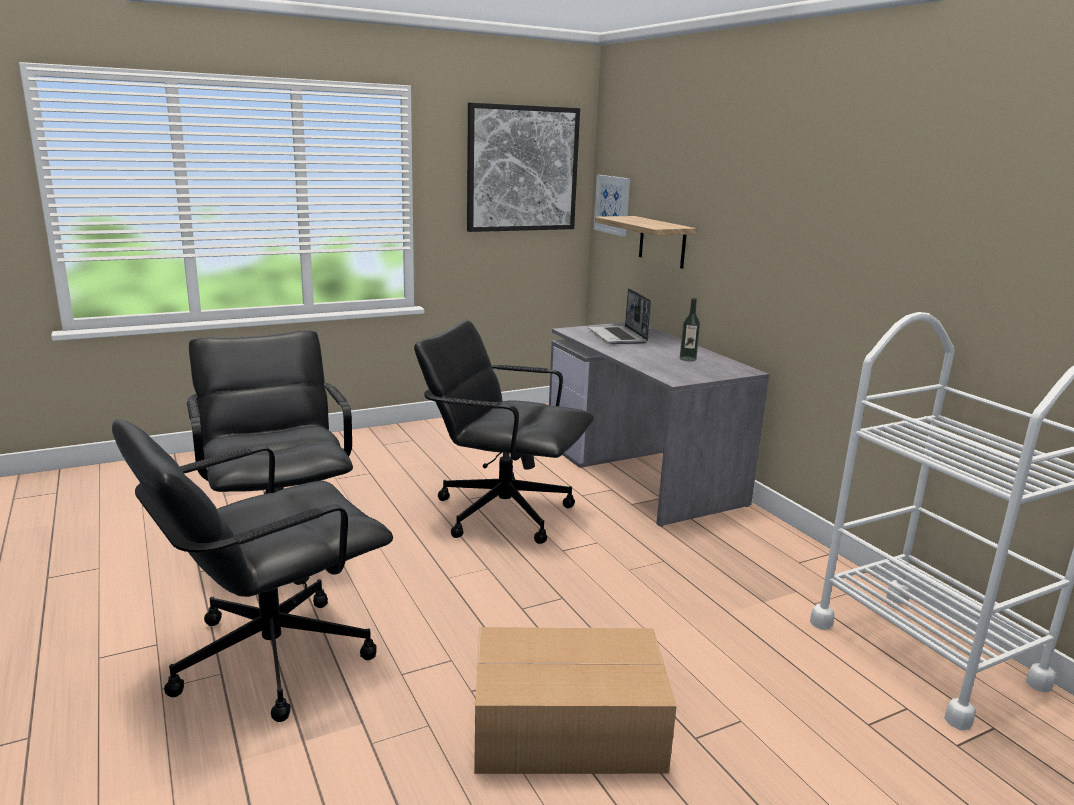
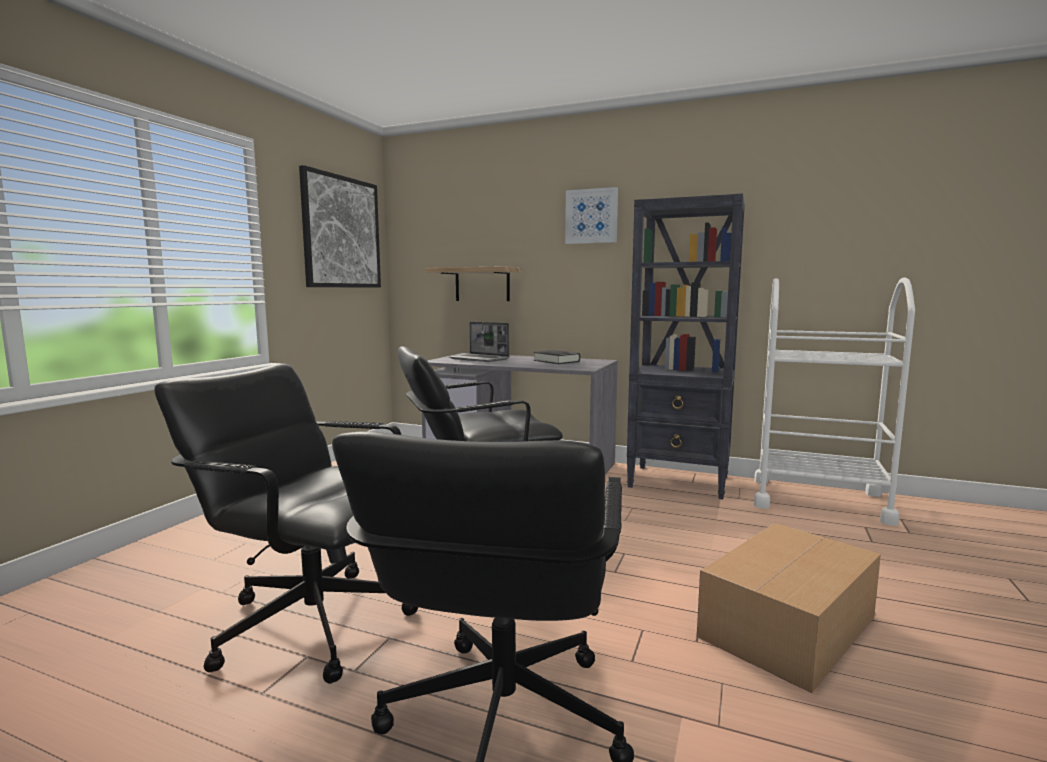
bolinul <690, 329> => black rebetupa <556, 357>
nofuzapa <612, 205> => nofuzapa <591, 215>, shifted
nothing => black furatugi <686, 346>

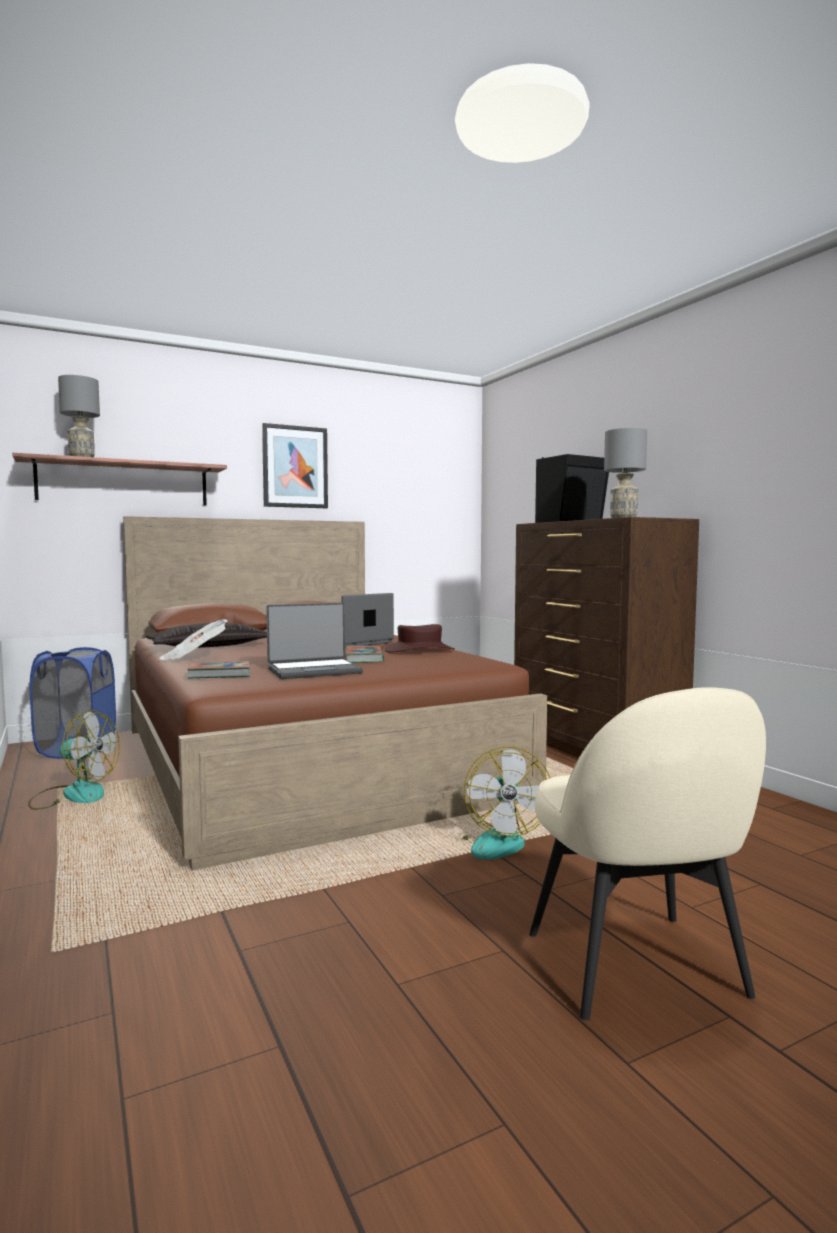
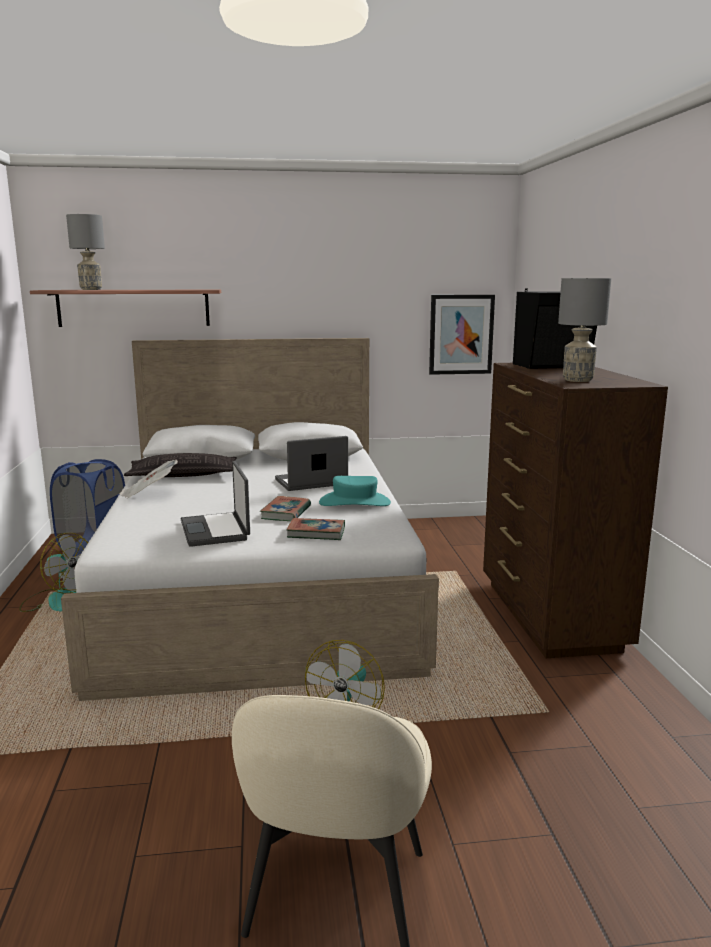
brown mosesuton <335, 693> => white mosesuton <250, 519>
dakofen <314, 641> => dakofen <215, 504>, 75 degrees clockwise
rebetupa <218, 670> => rebetupa <315, 529>, shifted
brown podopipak <419, 638> => turquoise podopipak <355, 491>
nofuzapa <295, 465> => nofuzapa <462, 335>, shifted

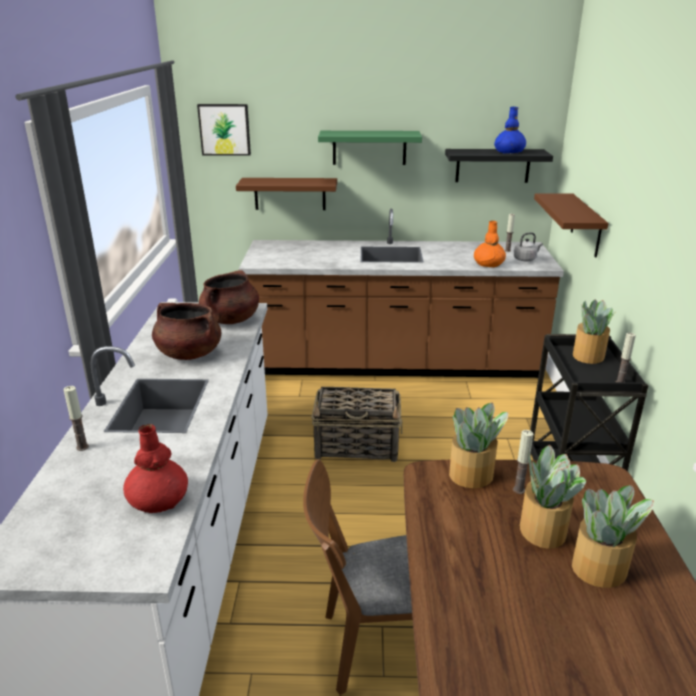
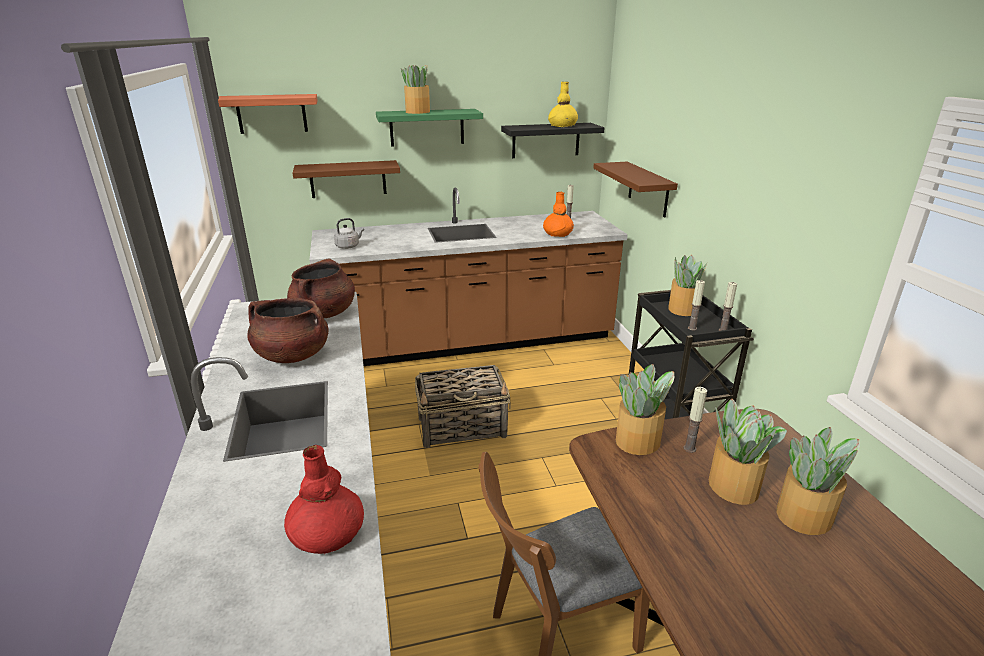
nofuzapa <224, 130> => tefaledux <268, 114>
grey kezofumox <528, 246> => grey kezofumox <349, 233>, shifted
nothing => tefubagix <415, 89>
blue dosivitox <510, 130> => yellow dosivitox <563, 104>
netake <76, 418> => netake <696, 305>, shifted

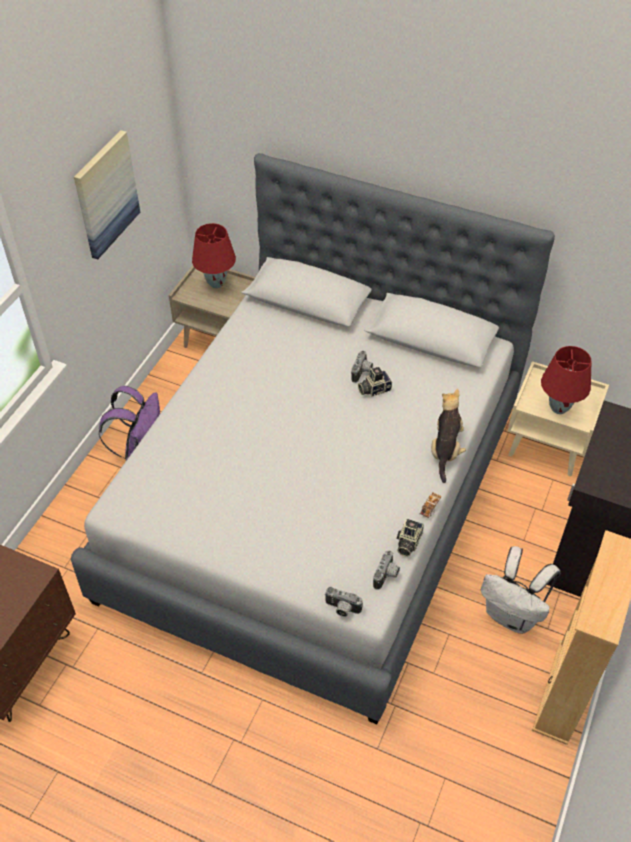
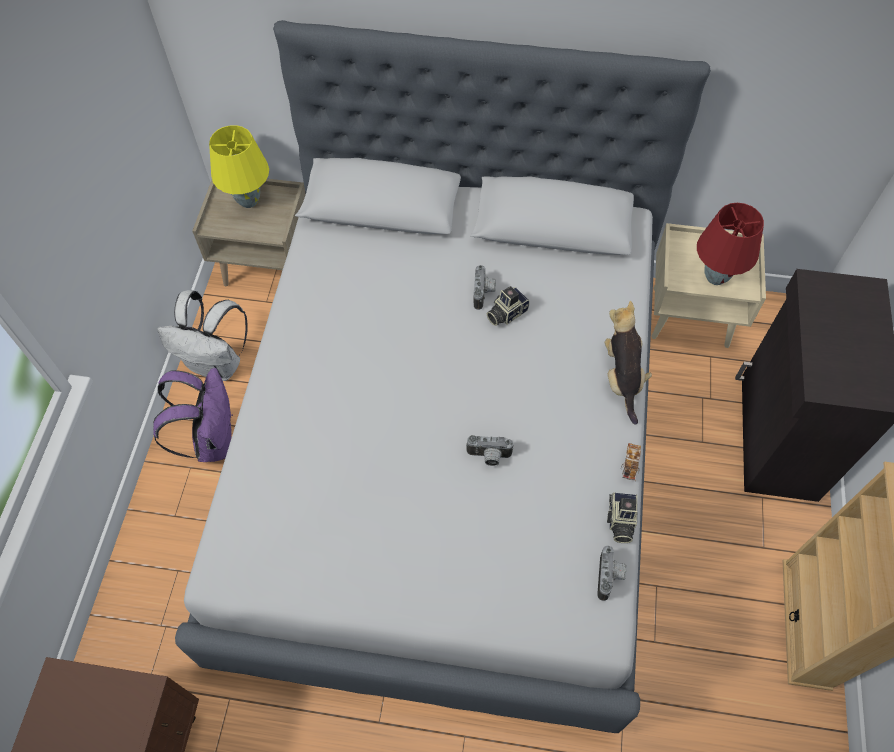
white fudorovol <521, 590> => white fudorovol <202, 335>, shifted
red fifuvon <214, 255> => yellow fifuvon <239, 166>
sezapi <344, 602> => sezapi <490, 450>, shifted
nofuzapa <107, 194> => nothing

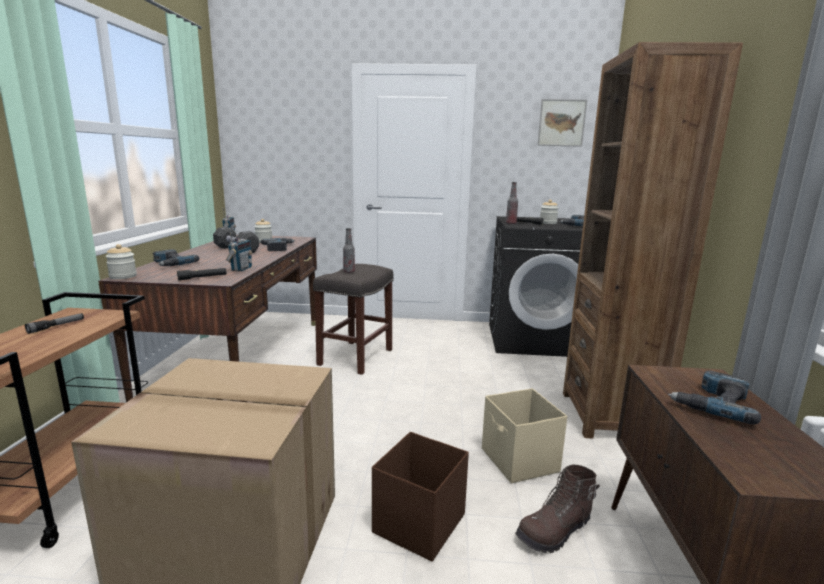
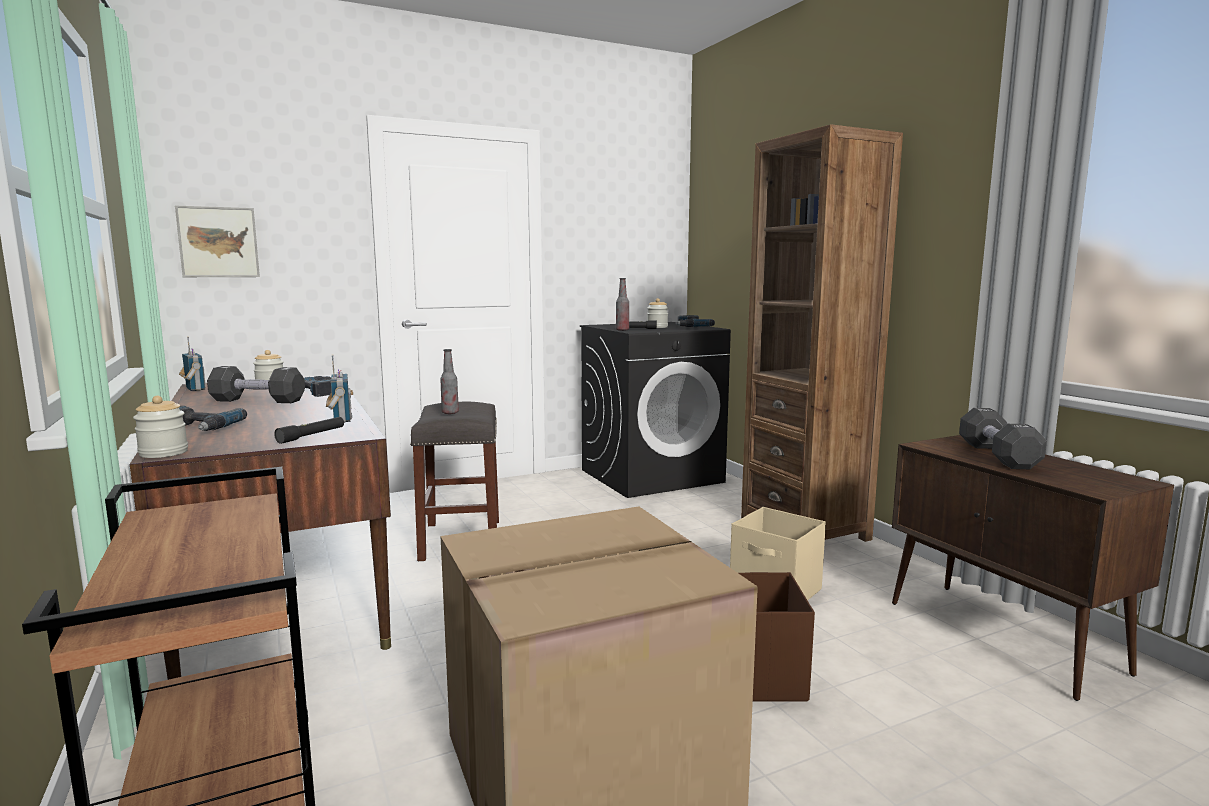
nofuzapa <562, 123> => nofuzapa <217, 241>, shifted
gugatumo <714, 397> => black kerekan <1003, 438>
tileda <54, 323> => nothing
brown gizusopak <557, 509> => nothing

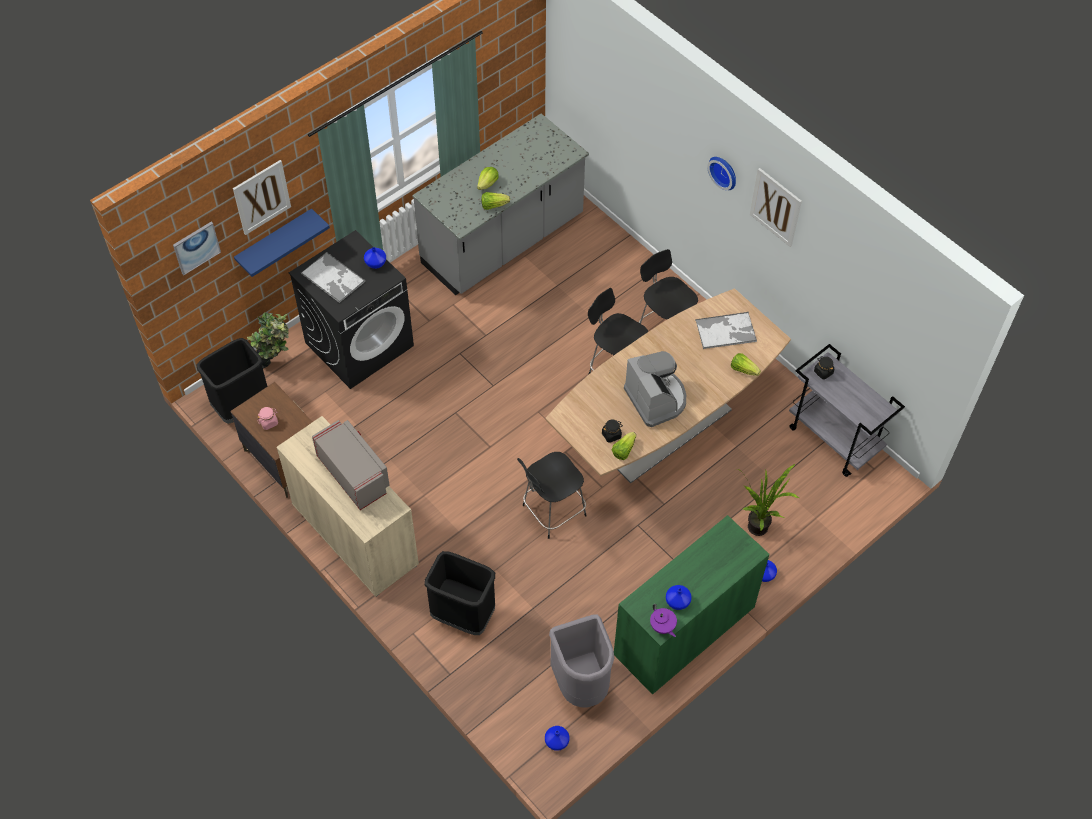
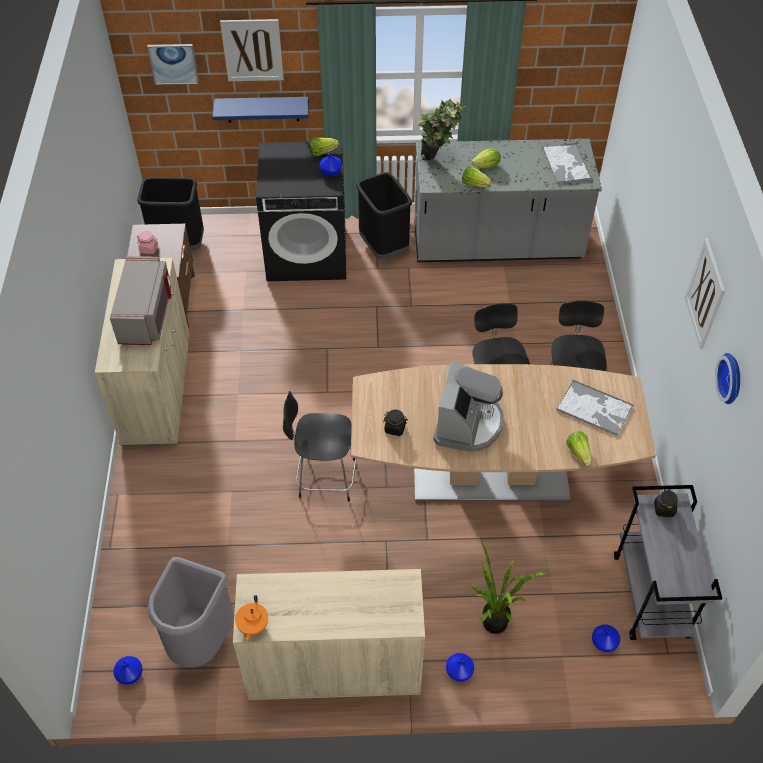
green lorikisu <692, 605> => beige lorikisu <329, 634>
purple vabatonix <663, 620> => orange vabatonix <251, 618>
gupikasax <624, 446> => gupikasax <324, 147>, shifted
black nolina <459, 593> => black nolina <384, 216>, shifted
tefubagix <268, 340> => tefubagix <442, 129>, shifted
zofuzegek <333, 277> => zofuzegek <567, 163>, shifted
blue dosivitox <679, 597> => blue dosivitox <606, 638>, shifted
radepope <721, 173> => radepope <727, 378>, shifted

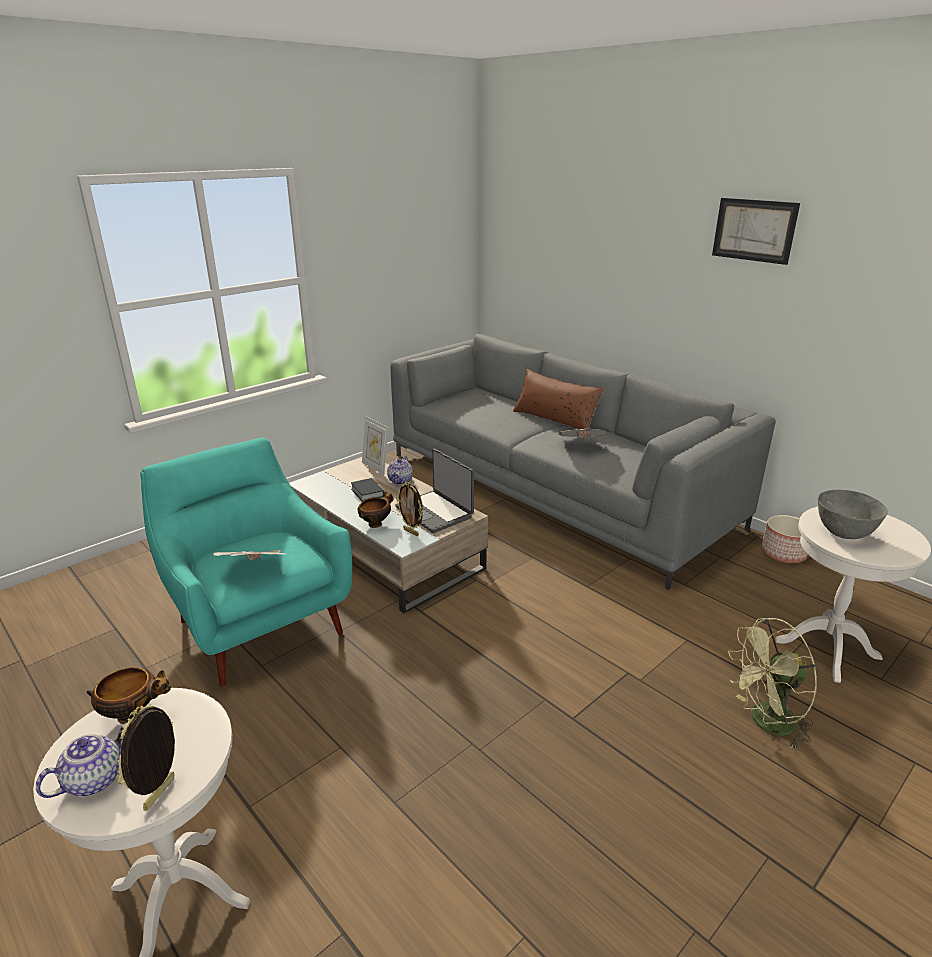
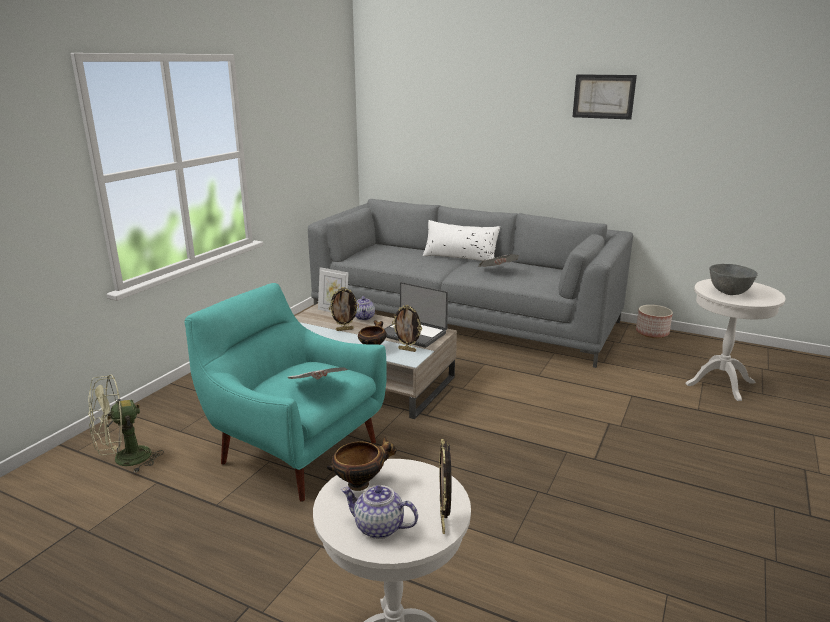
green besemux <772, 683> => green besemux <126, 424>, shifted
rebetupa <367, 490> => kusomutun <344, 309>
vabatonix <81, 760> => vabatonix <379, 512>, 90 degrees counterclockwise
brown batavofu <558, 399> => white batavofu <461, 240>

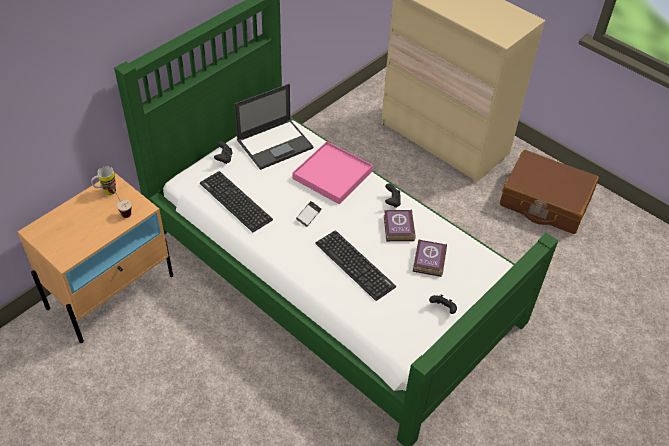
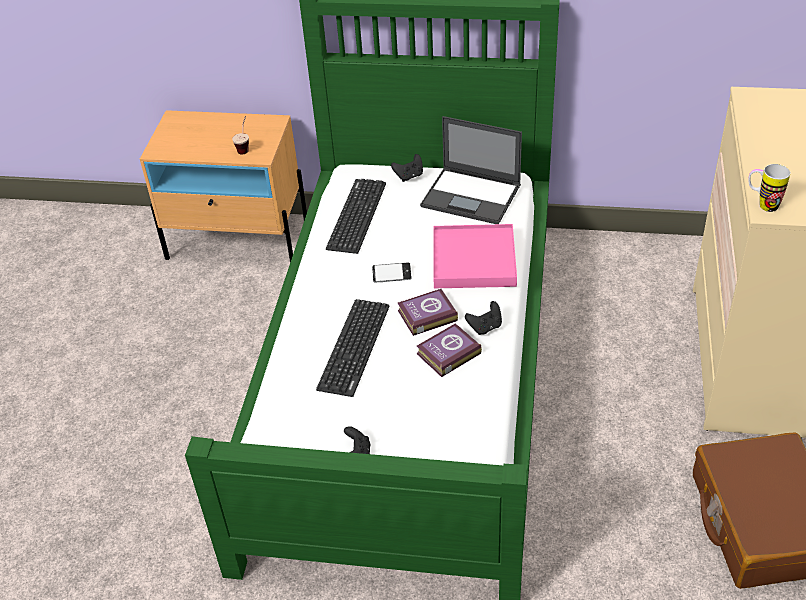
rebetupa <430, 258> => rebetupa <428, 312>, shifted
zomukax <103, 180> => zomukax <769, 188>, shifted

